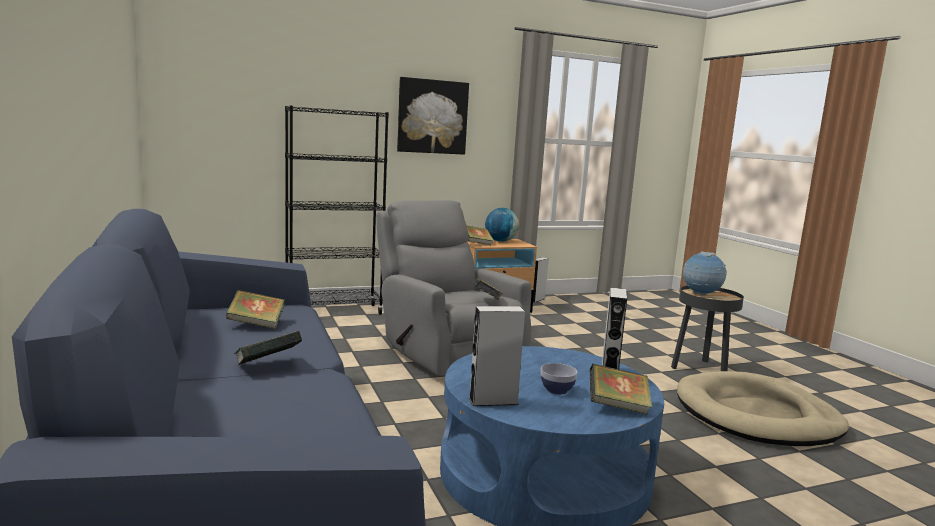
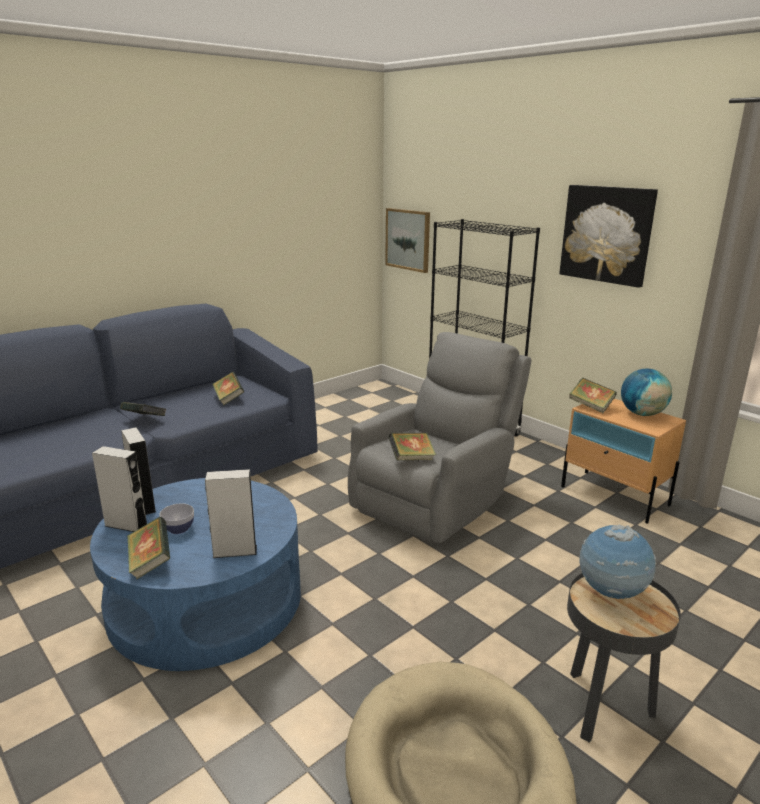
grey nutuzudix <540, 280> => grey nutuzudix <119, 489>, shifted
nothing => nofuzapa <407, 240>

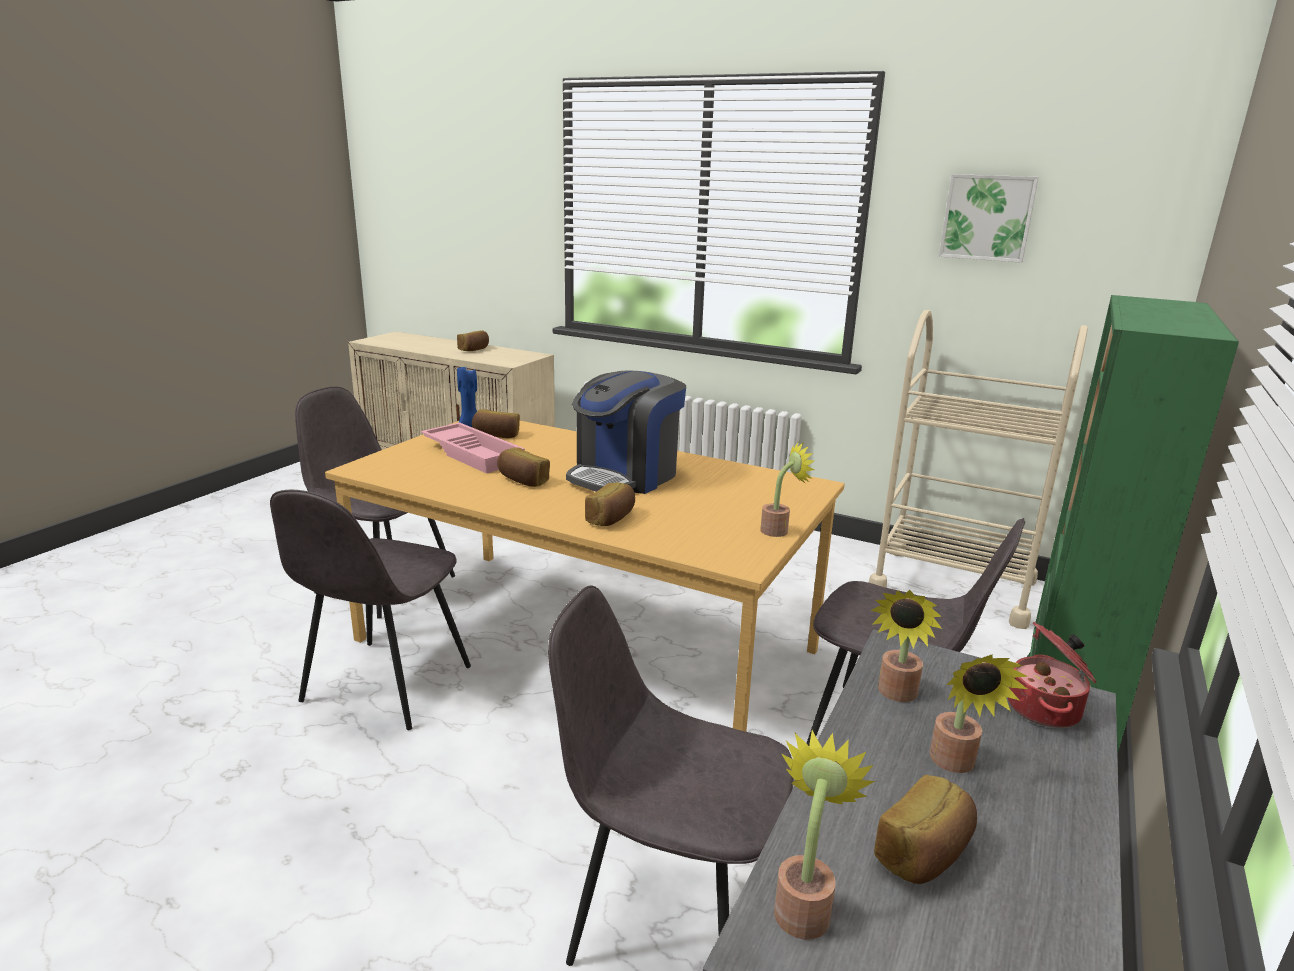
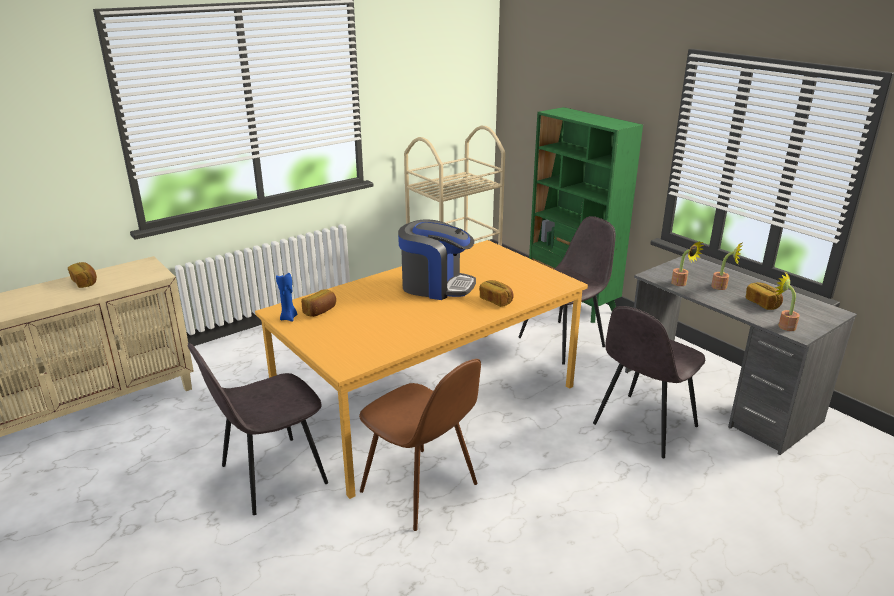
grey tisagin <370, 610> => brown tisagin <420, 445>
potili <626, 432> => potili <437, 260>, 45 degrees counterclockwise
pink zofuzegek <473, 448> => nothing
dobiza <523, 467> => nothing
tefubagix <787, 489> => nothing
nofuzapa <989, 218> => nothing
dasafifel <1052, 675> => nothing

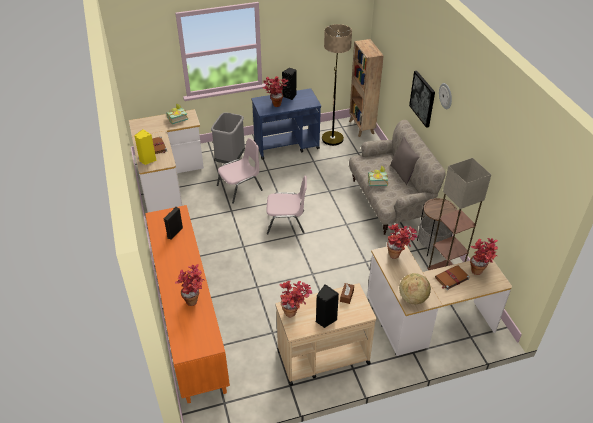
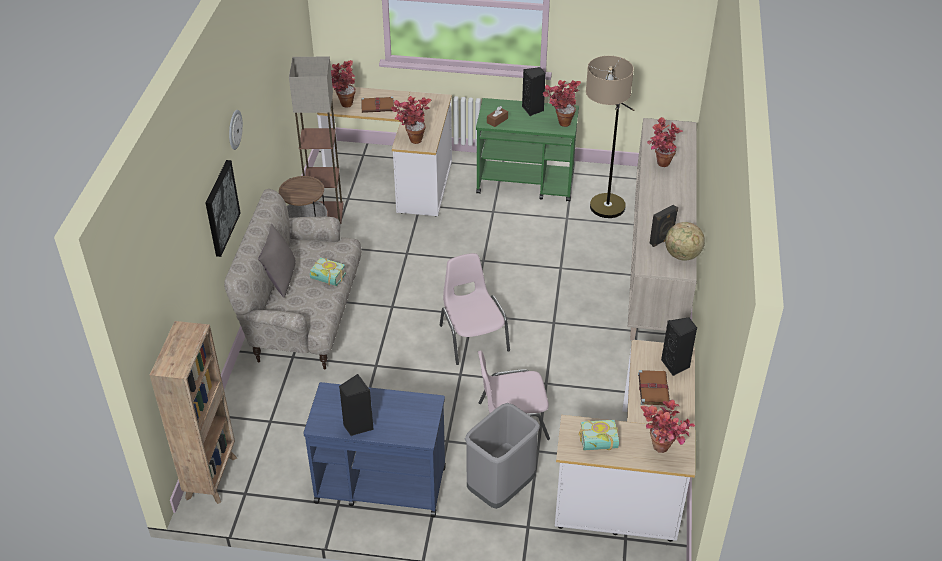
pink tisagin <286, 205> => pink tisagin <475, 309>, 45 degrees clockwise
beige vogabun <326, 334> => green vogabun <527, 150>
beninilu <337, 85> => beninilu <610, 137>, shifted
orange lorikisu <187, 304> => beige lorikisu <662, 229>
tefubagix <276, 91> => tefubagix <668, 426>, shifted
yellow nutuzudix <145, 147> => black nutuzudix <679, 346>
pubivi <415, 288> => pubivi <685, 241>, shifted

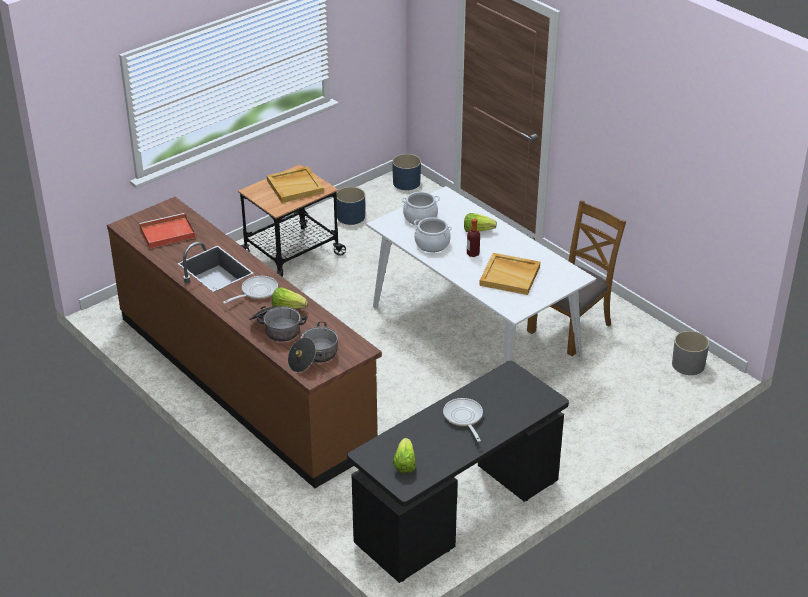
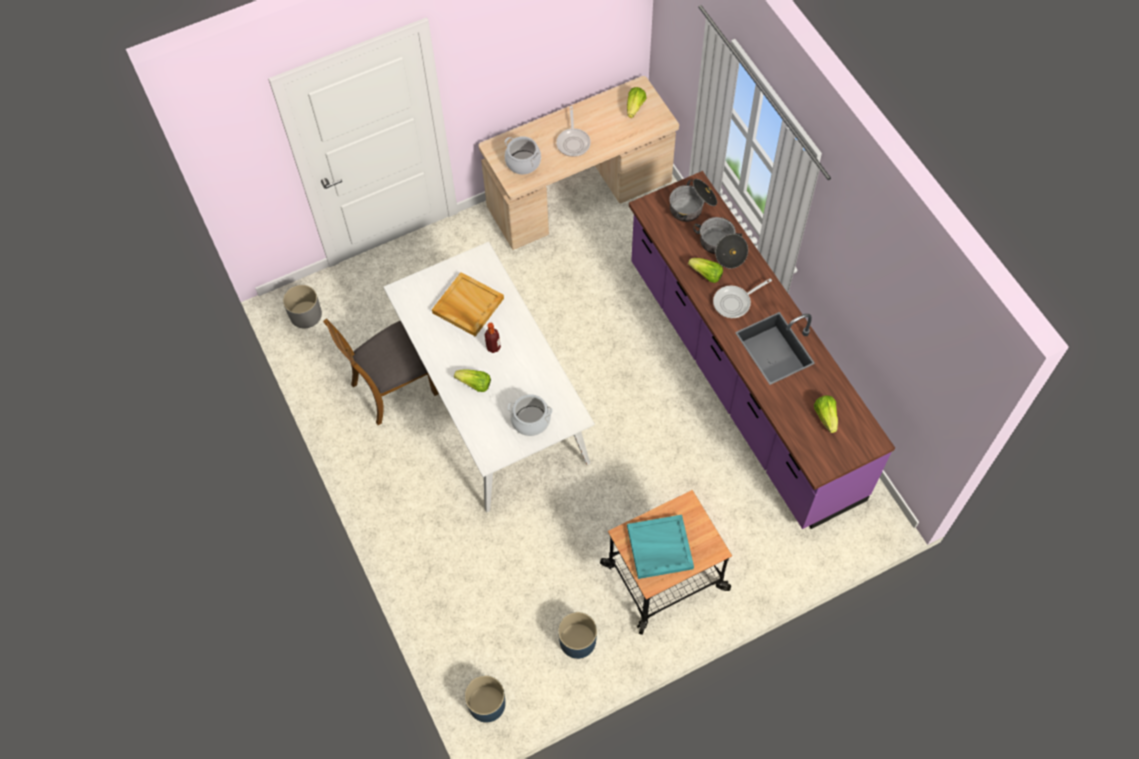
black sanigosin <458, 472> => beige sanigosin <579, 163>
dasafifel <433, 234> => dasafifel <523, 155>, shifted
beige zofuzegek <295, 184> => turquoise zofuzegek <660, 547>
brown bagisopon <244, 342> => purple bagisopon <762, 350>
red zofuzegek <167, 230> => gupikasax <826, 414>

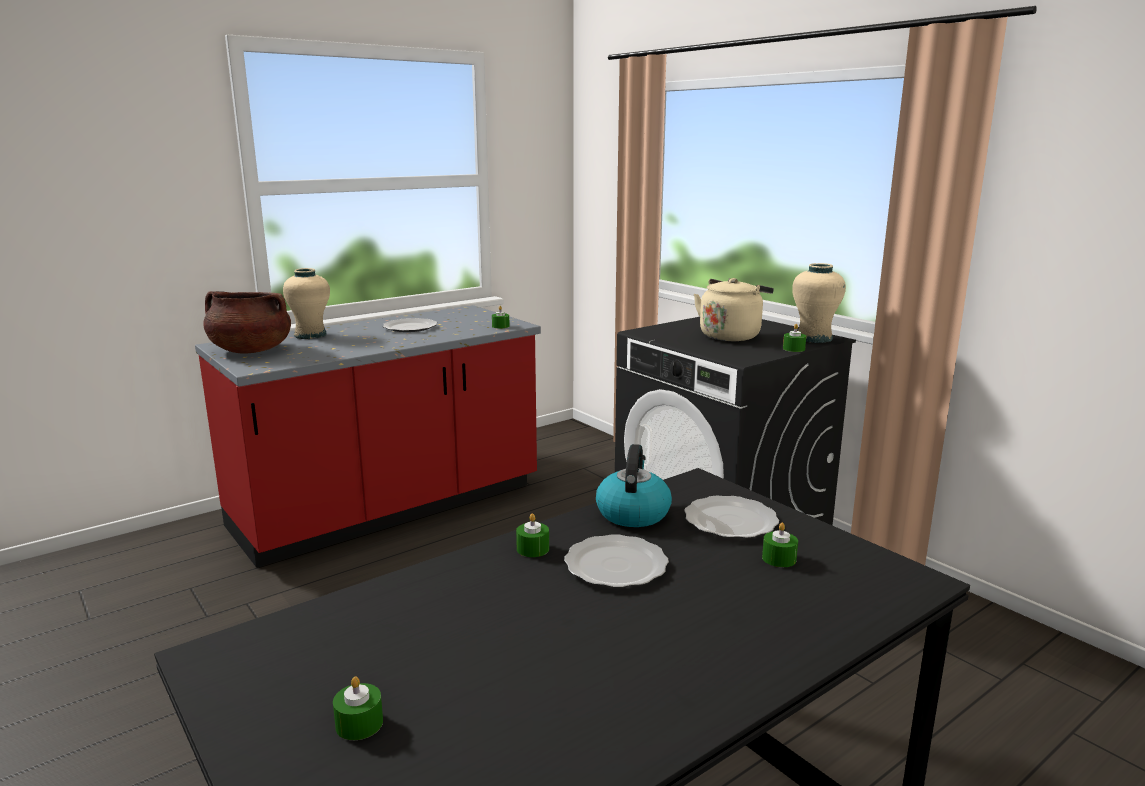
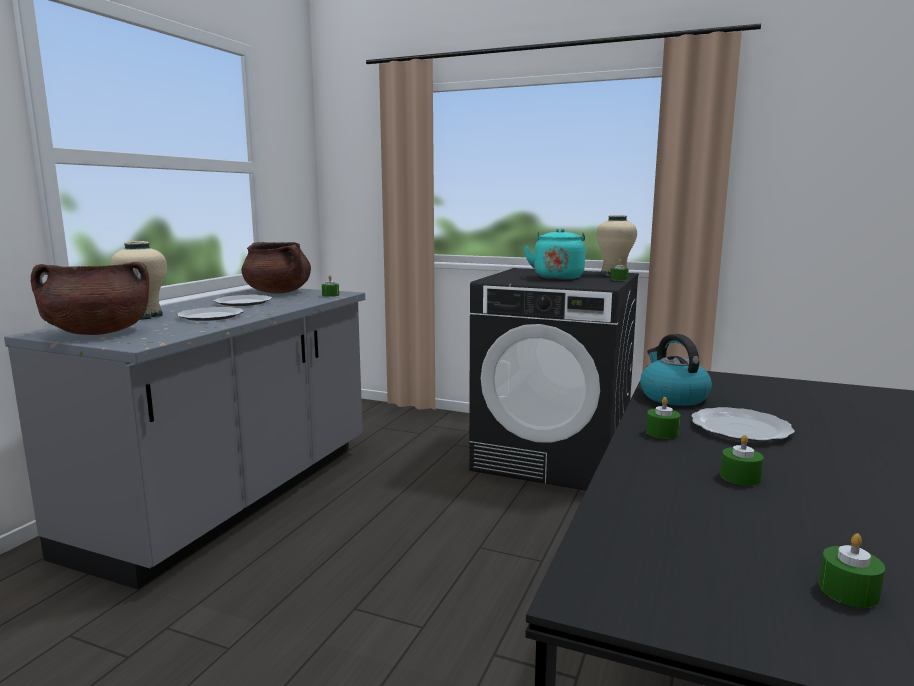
red bagisopon <368, 436> => grey bagisopon <184, 438>
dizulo <731, 517> => dizulo <210, 314>, shifted
nothing => brown dasafifel <276, 267>
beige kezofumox <734, 309> => turquoise kezofumox <554, 254>
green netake <780, 544> => green netake <742, 460>, shifted

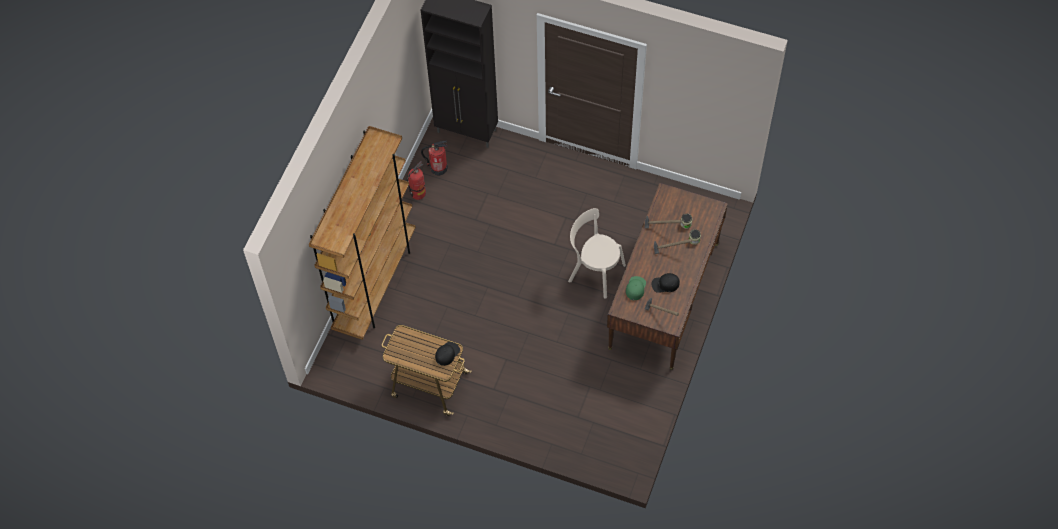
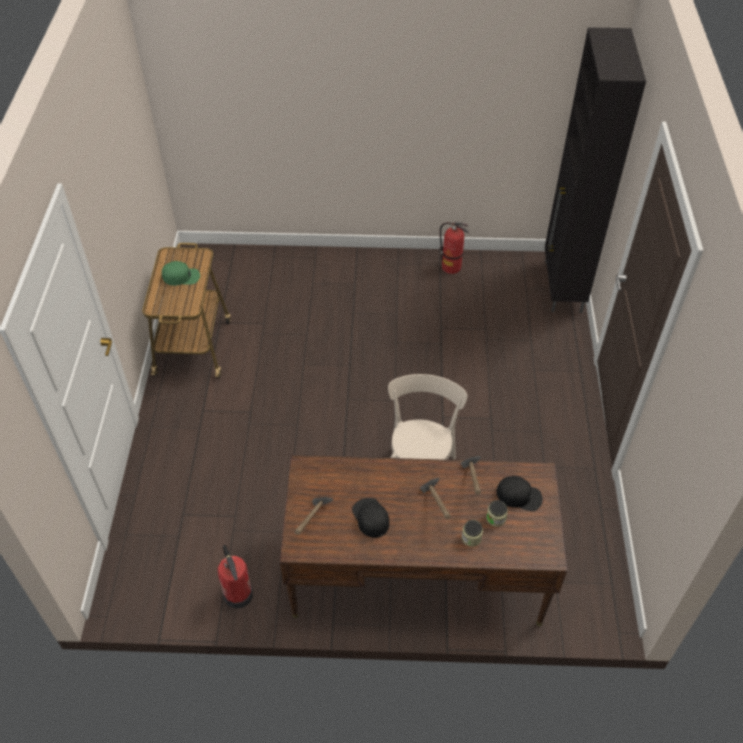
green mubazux <636, 288> => green mubazux <181, 273>, shifted
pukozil <434, 158> => pukozil <235, 577>, shifted
black mubazux <447, 354> => black mubazux <520, 493>, shifted
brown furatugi <362, 233> => nothing

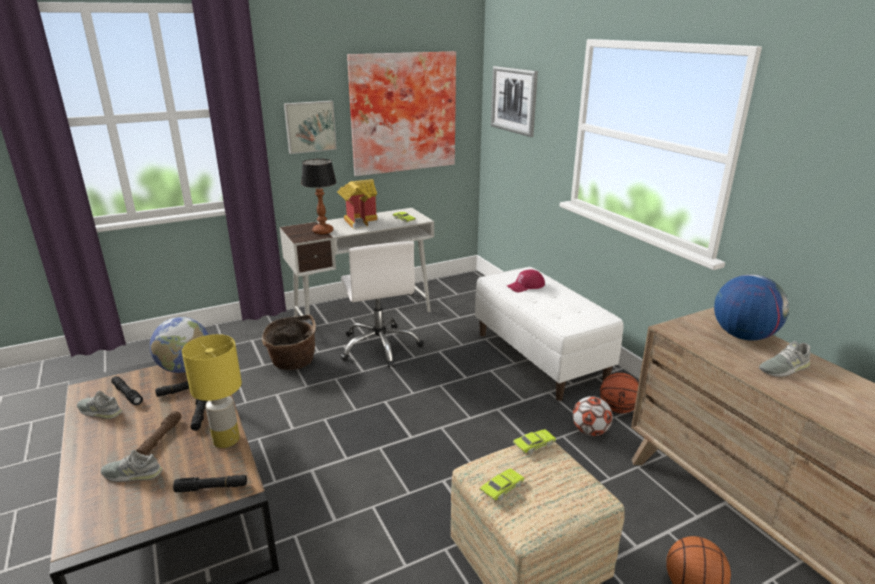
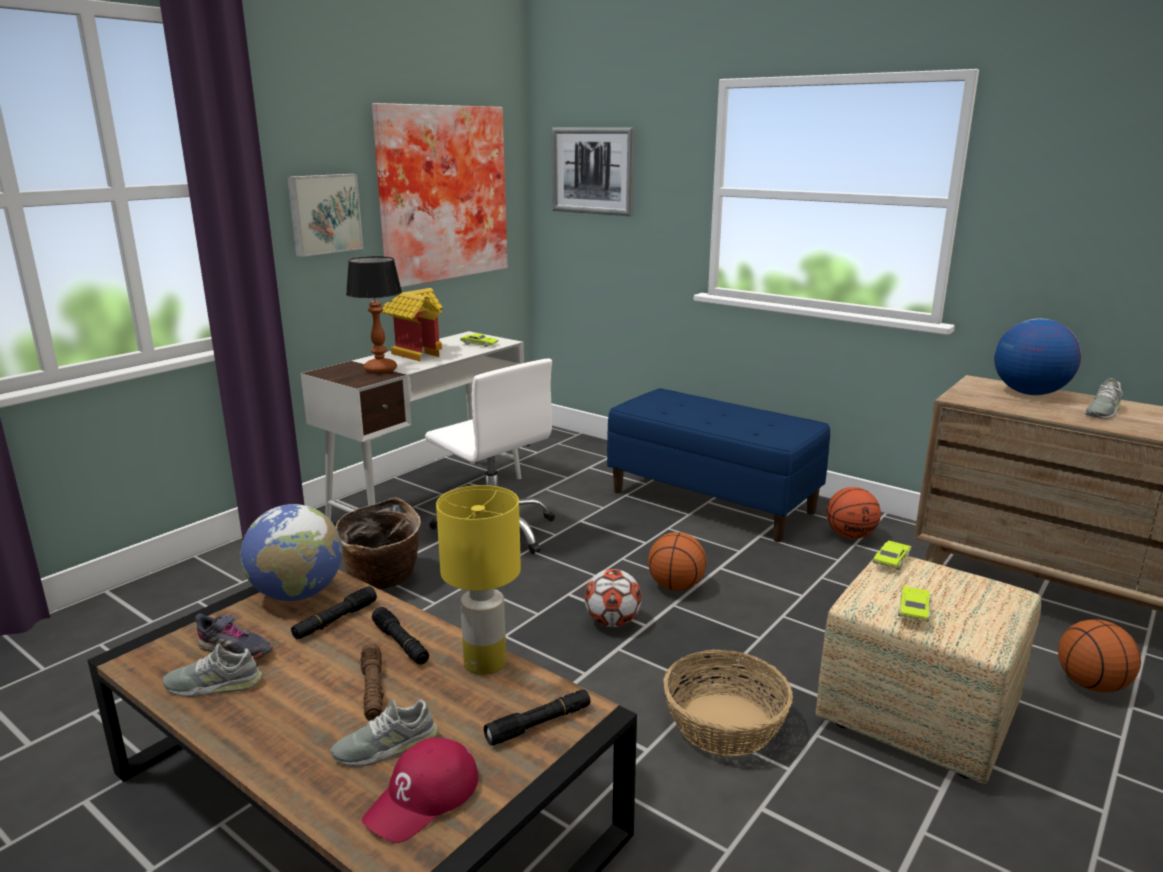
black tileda <127, 390> => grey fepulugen <233, 636>
red mubazux <526, 280> => red mubazux <420, 790>, shifted
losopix <592, 416> => losopix <613, 598>, shifted
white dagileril <549, 334> => blue dagileril <718, 465>
nothing => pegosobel <677, 561>
nothing => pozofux <728, 703>

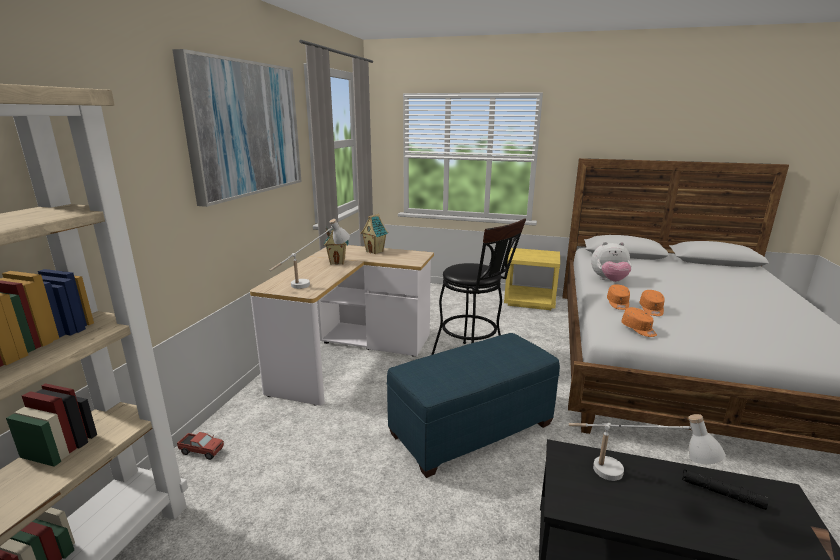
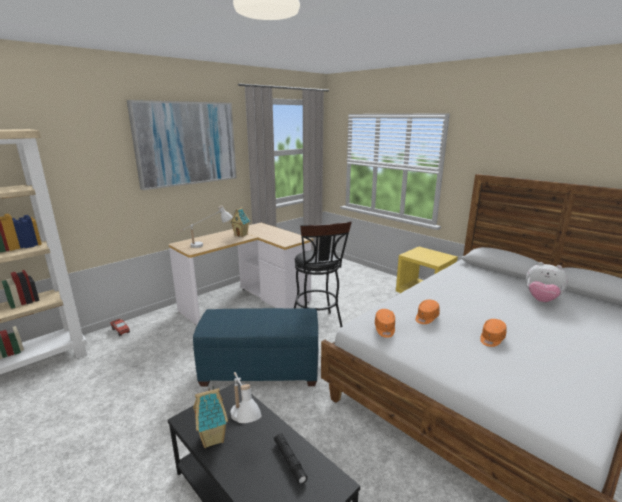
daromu <374, 234> => daromu <210, 417>, shifted
orange mubazux <618, 297> => orange mubazux <493, 333>, shifted
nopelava <611, 262> => nopelava <547, 282>, shifted

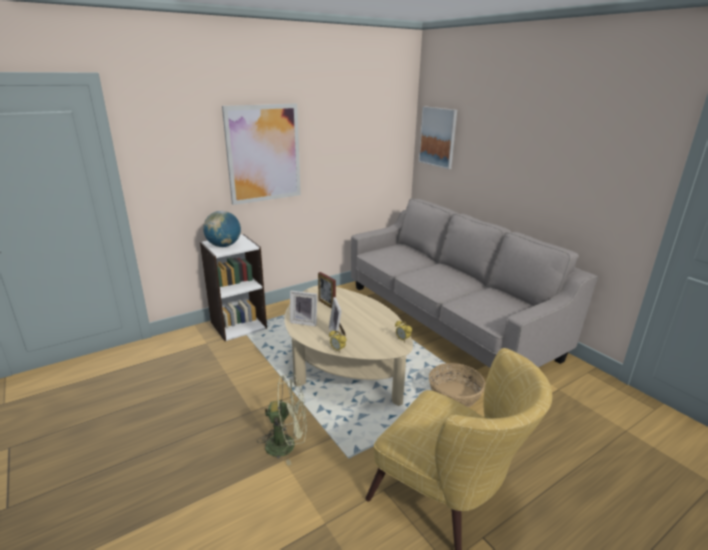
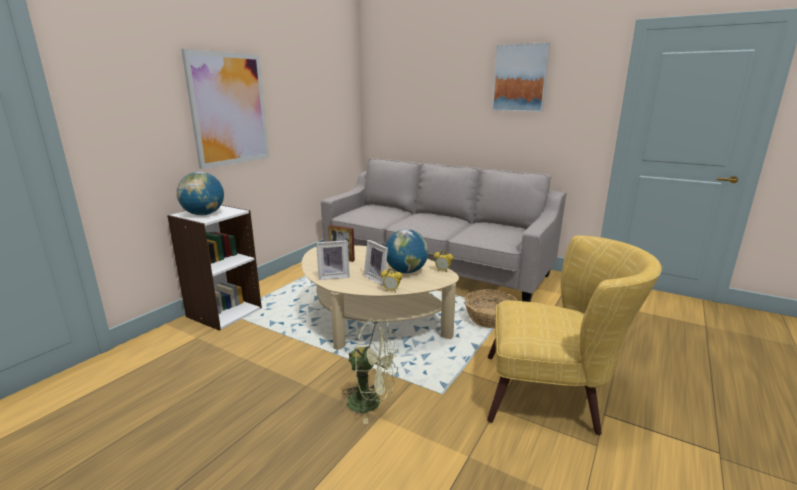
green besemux <282, 420> => green besemux <370, 372>, 45 degrees clockwise
nothing => pubivi <407, 251>
nofuzapa <438, 137> => nofuzapa <521, 77>, shifted

